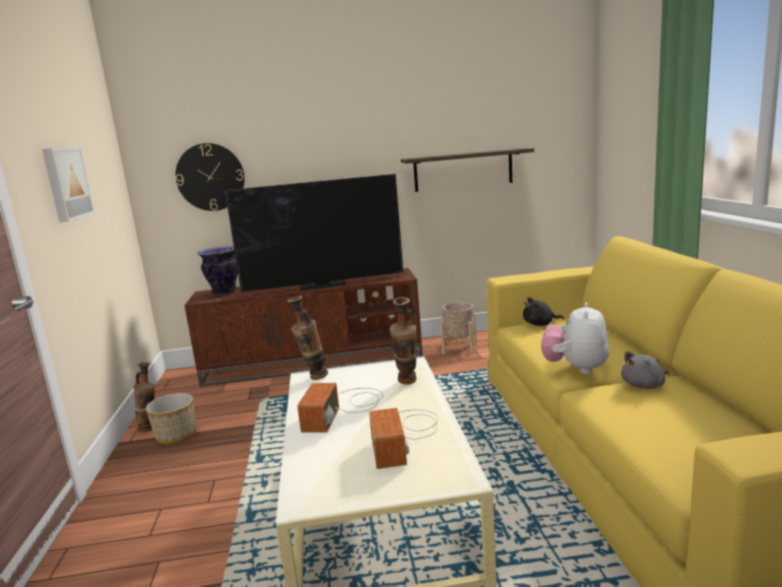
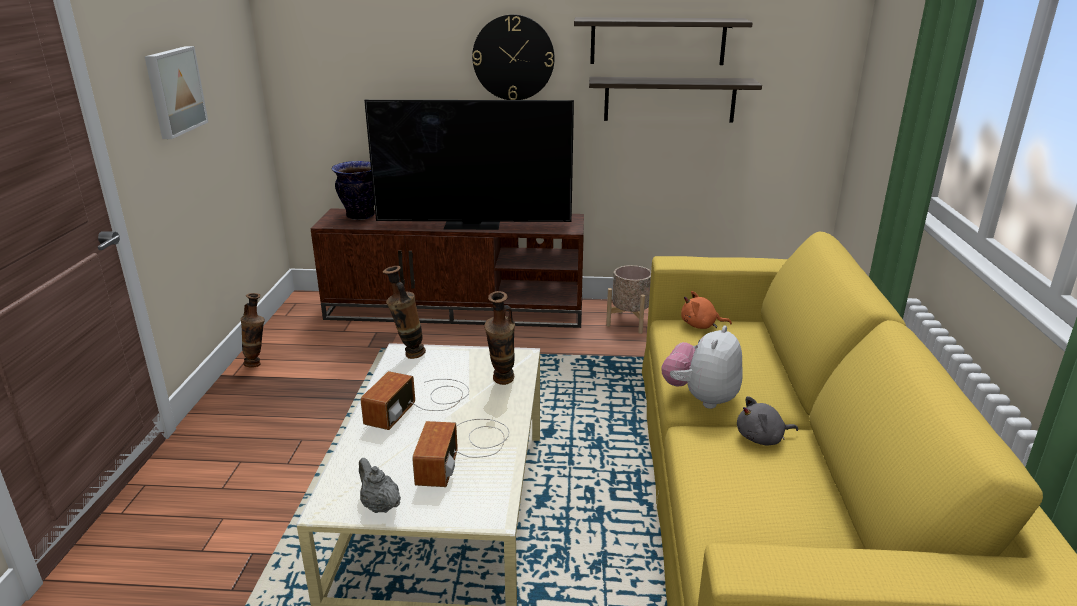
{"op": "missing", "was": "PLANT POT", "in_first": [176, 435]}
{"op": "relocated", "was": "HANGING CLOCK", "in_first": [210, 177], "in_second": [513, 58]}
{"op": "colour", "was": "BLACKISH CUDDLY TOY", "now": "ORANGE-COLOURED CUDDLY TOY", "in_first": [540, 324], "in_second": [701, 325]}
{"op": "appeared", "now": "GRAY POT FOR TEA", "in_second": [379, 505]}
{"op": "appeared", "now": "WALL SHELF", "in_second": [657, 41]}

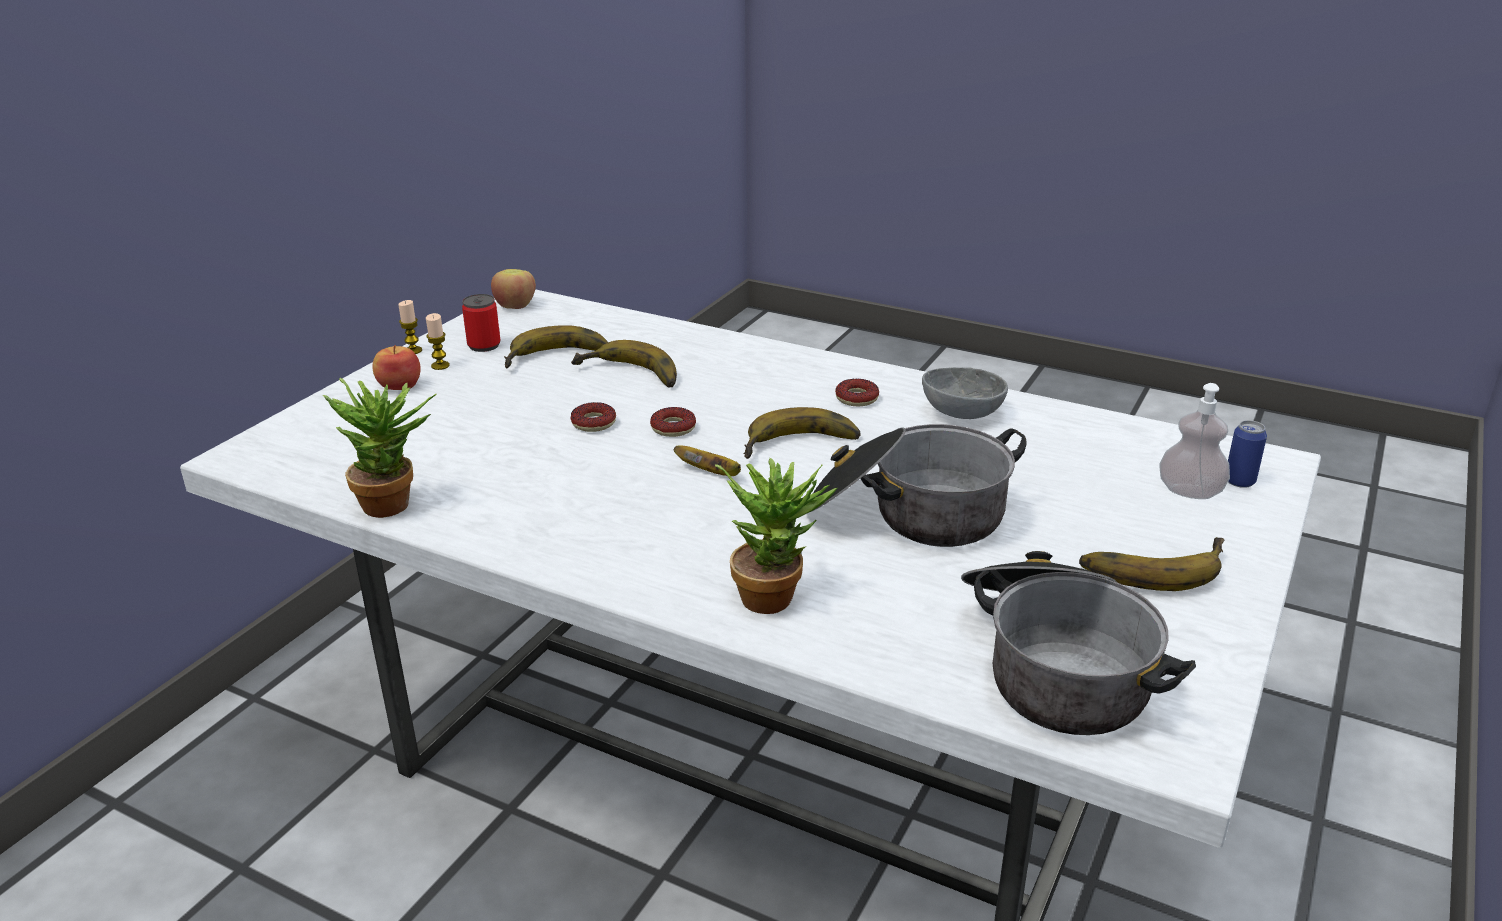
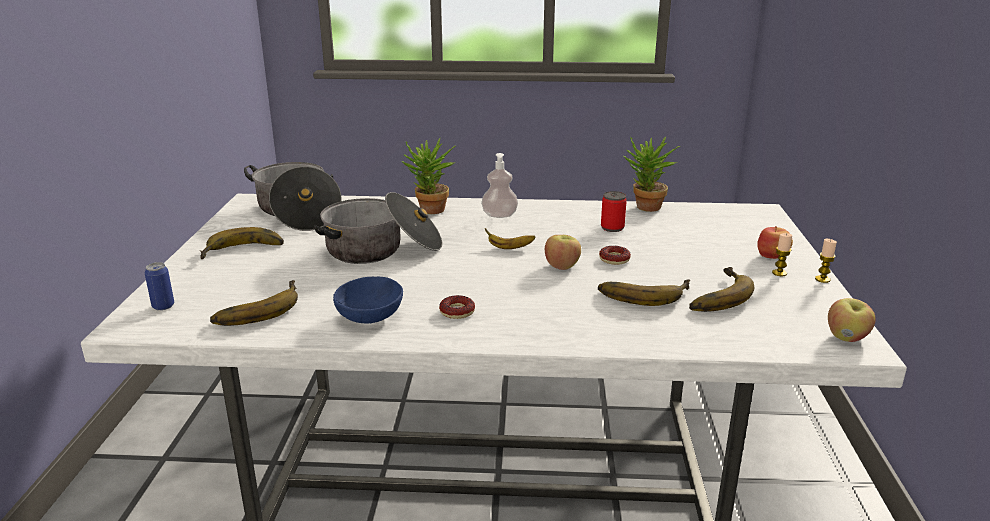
{"op": "relocated", "was": "CAN", "in_first": [484, 345], "in_second": [612, 228]}
{"op": "exchanged", "was": "RING DOUGHNUT", "now": "APPLE FRUIT", "in_first": [673, 428], "in_second": [562, 266]}
{"op": "relocated", "was": "BANANA", "in_first": [802, 447], "in_second": [256, 309]}
{"op": "colour", "was": "GRAY SERVING BOWL", "now": "BLUE SERVING BOWL", "in_first": [962, 411], "in_second": [370, 317]}
{"op": "relocated", "was": "SOAP BOTTLE", "in_first": [1190, 492], "in_second": [499, 215]}

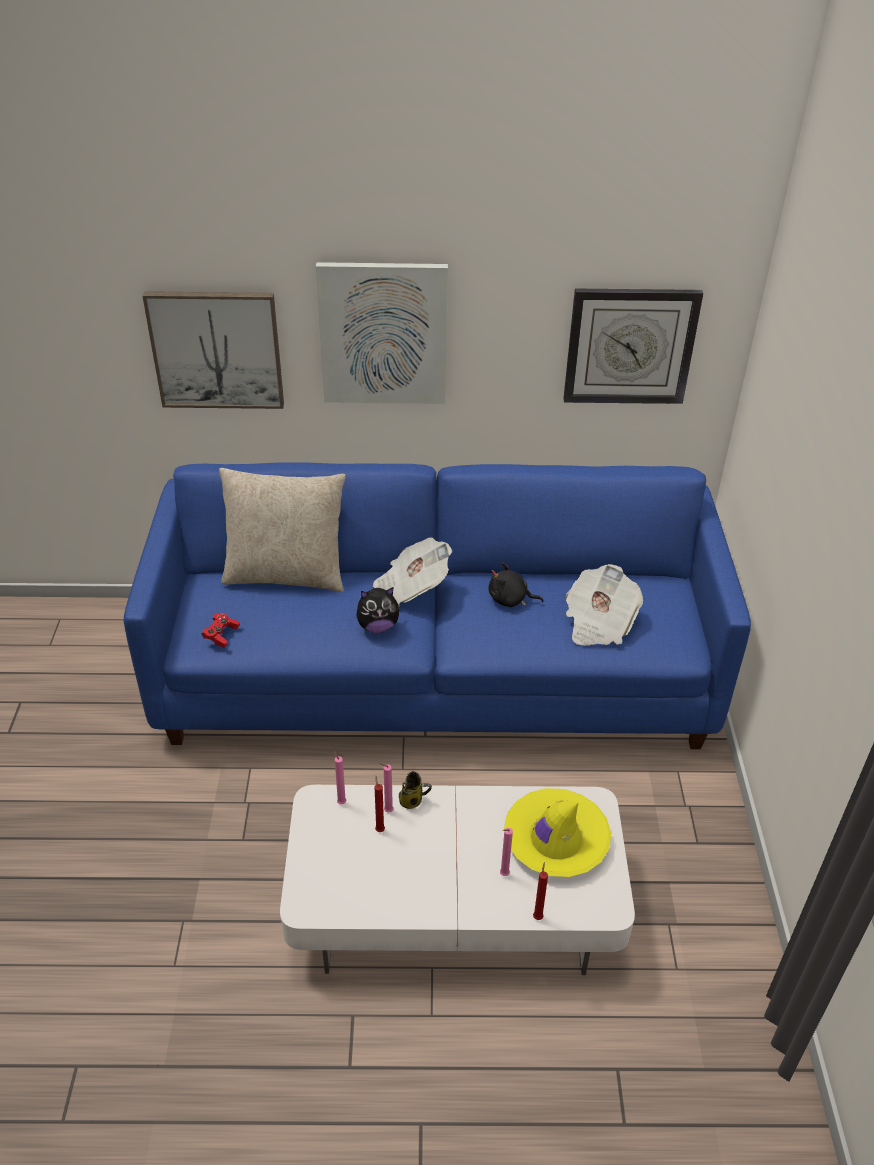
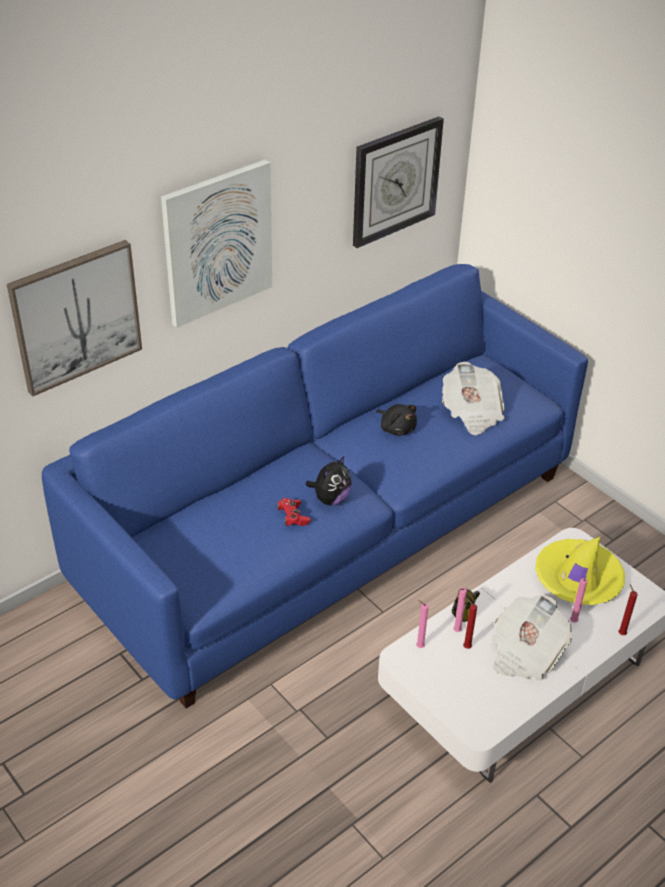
{"op": "relocated", "was": "RED GAME CONTROLLER", "in_first": [221, 634], "in_second": [293, 517]}
{"op": "missing", "was": "SAND-COLOURED PILLOW", "in_first": [286, 574]}
{"op": "relocated", "was": "PRINTED PAPER", "in_first": [412, 586], "in_second": [525, 652]}
{"op": "spun", "was": "BLACKISH CUDDLY TOY", "in_first": [510, 599], "in_second": [396, 428], "clockwise": -105}

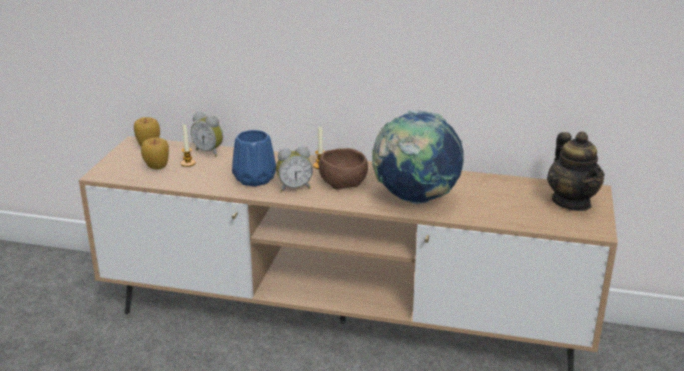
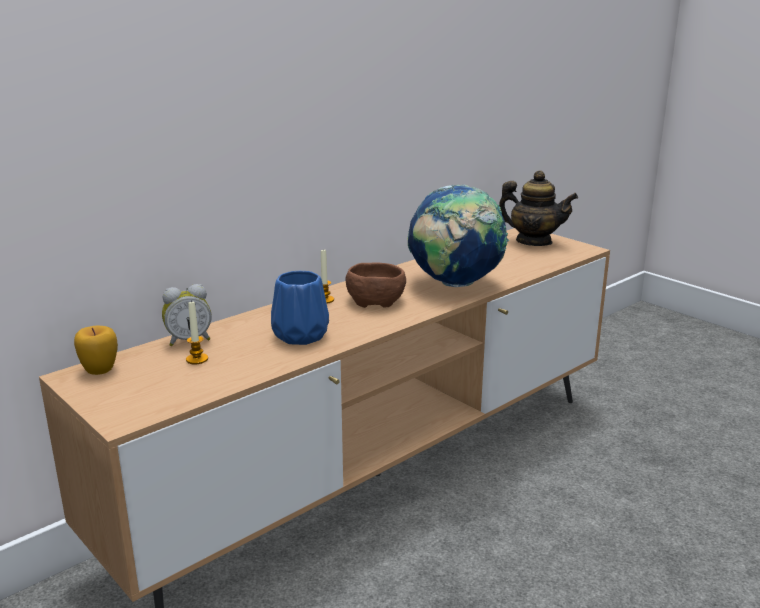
{"op": "missing", "was": "APPLE FRUIT", "in_first": [157, 167]}
{"op": "missing", "was": "BEDSIDE CLOCK", "in_first": [294, 187]}

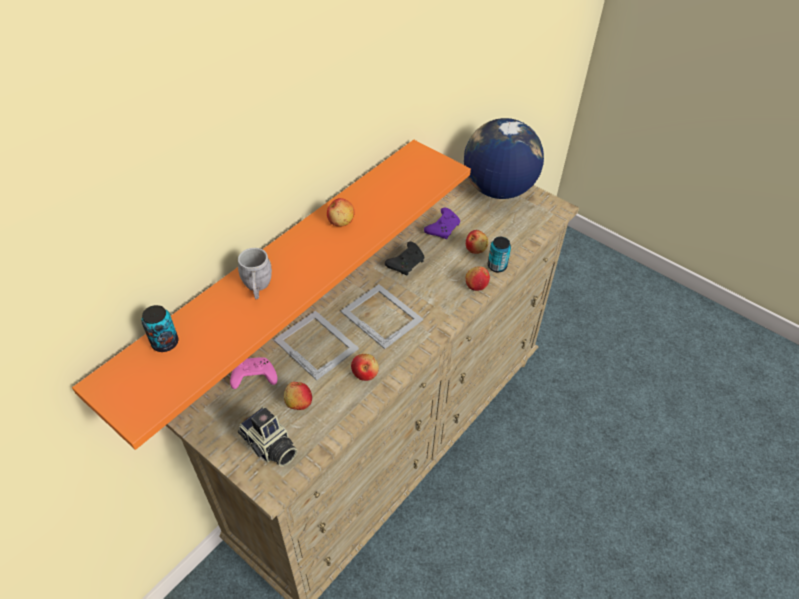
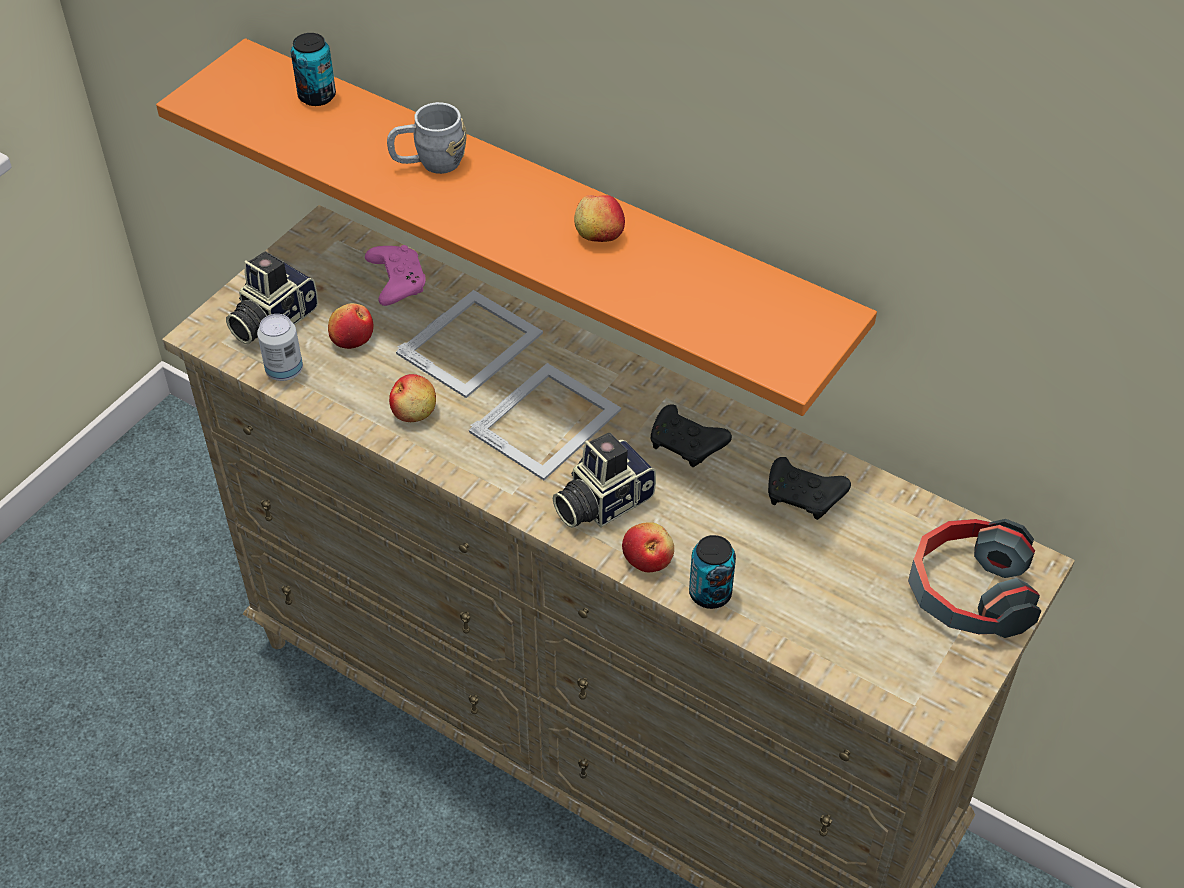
{"op": "colour", "was": "PURPLISH GAME CONTROLLER", "now": "BLACKISH GAME CONTROLLER", "in_first": [443, 228], "in_second": [805, 497]}
{"op": "exchanged", "was": "GLOBE", "now": "HEADSET", "in_first": [498, 189], "in_second": [968, 592]}
{"op": "missing", "was": "APPLE FRUIT", "in_first": [475, 249]}
{"op": "appeared", "now": "CAN", "in_second": [284, 371]}
{"op": "appeared", "now": "PHOTO CAMERA", "in_second": [601, 502]}

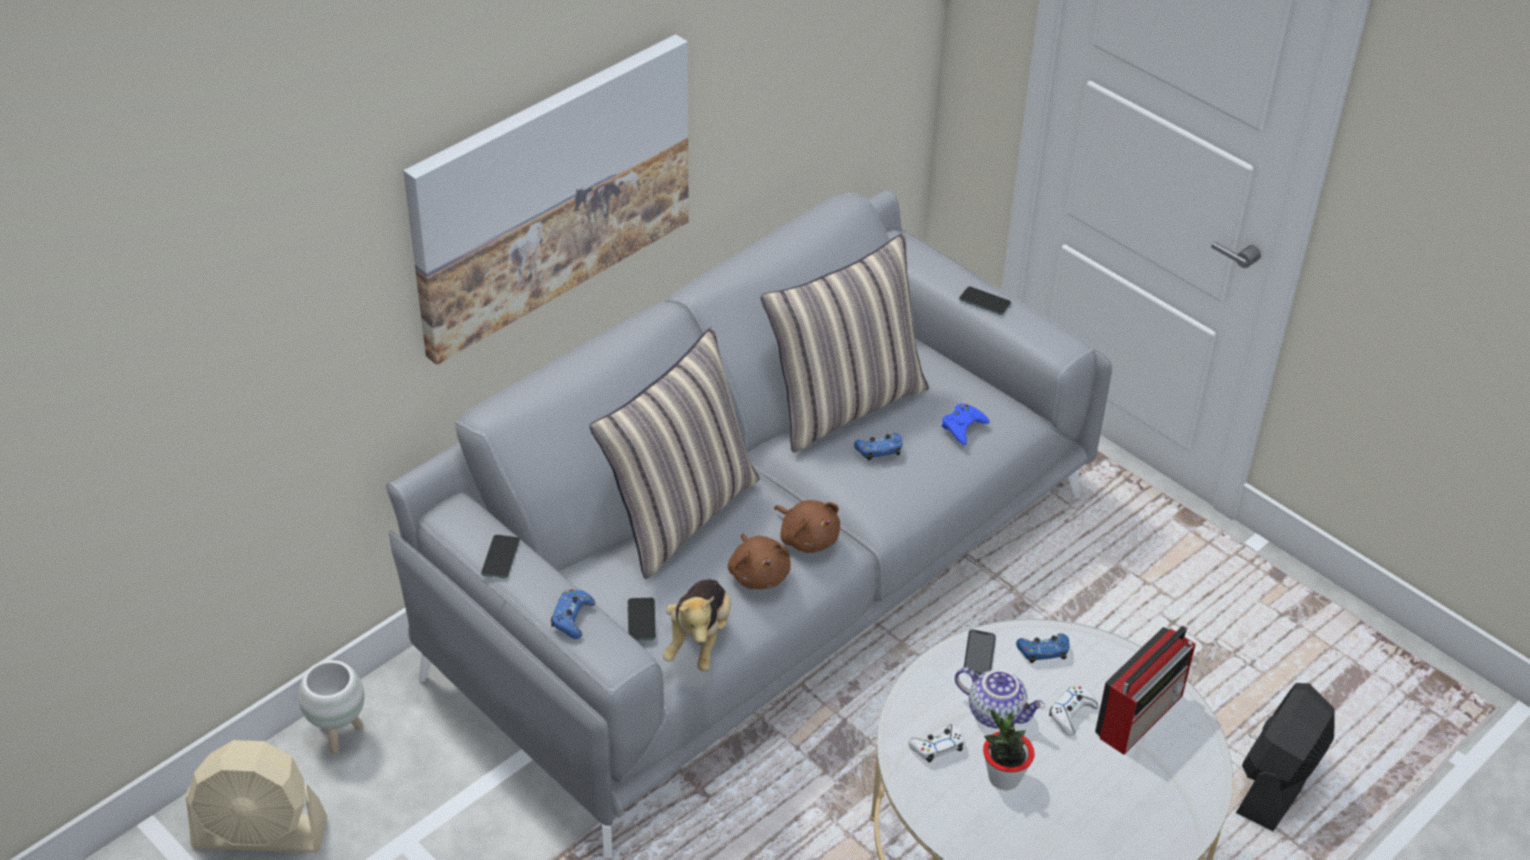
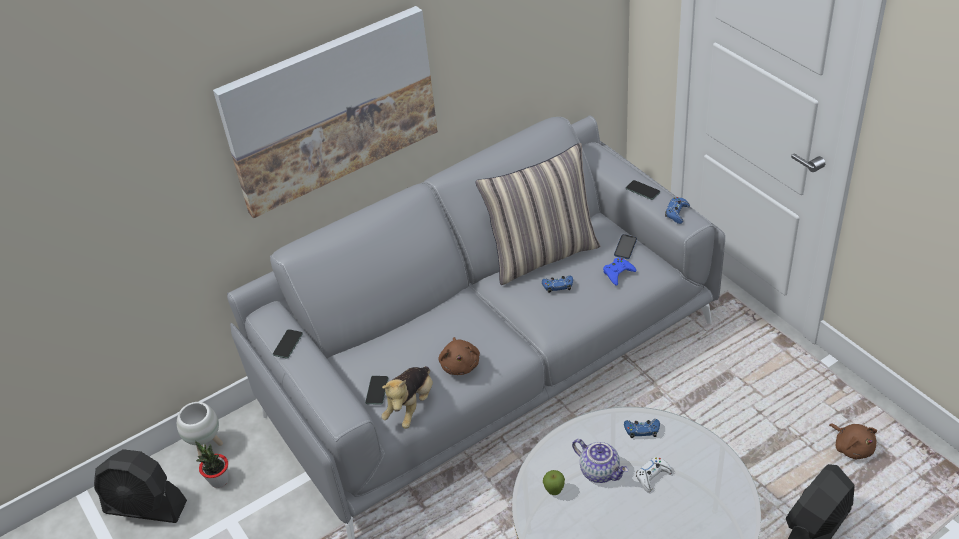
{"op": "colour", "was": "SAND-COLOURED FAN", "now": "BLACKISH FAN", "in_first": [260, 833], "in_second": [145, 507]}
{"op": "relocated", "was": "BLUE GAME CONTROLLER", "in_first": [572, 618], "in_second": [677, 213]}
{"op": "missing", "was": "PILLOW", "in_first": [680, 513]}
{"op": "relocated", "was": "BROWN CUDDLY TOY", "in_first": [807, 538], "in_second": [852, 447]}
{"op": "exchanged", "was": "WHITE-COLOURED GAME CONTROLLER", "now": "APPLE FRUIT", "in_first": [937, 747], "in_second": [554, 492]}
{"op": "relocated", "was": "HANDSET", "in_first": [979, 654], "in_second": [625, 247]}
{"op": "relocated", "was": "HOUSEPLANT", "in_first": [1004, 777], "in_second": [219, 480]}
{"op": "missing", "was": "RADIO RECEIVER", "in_first": [1141, 714]}

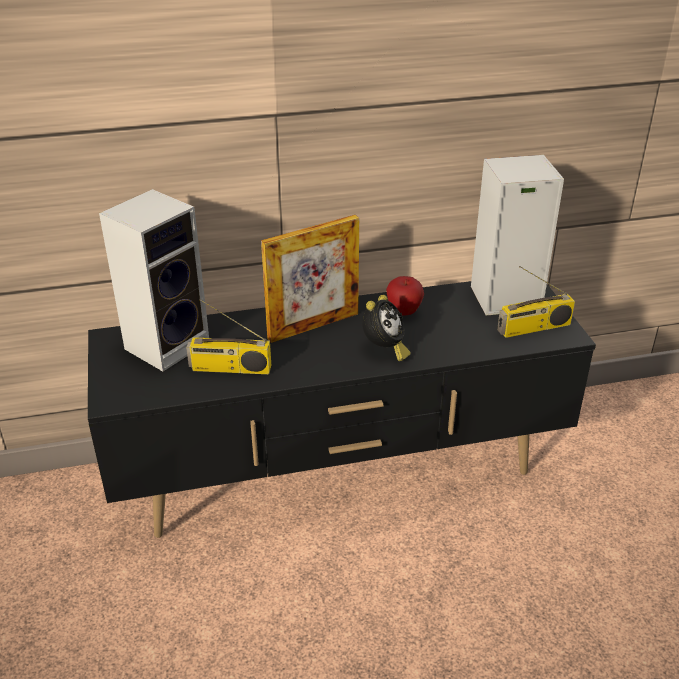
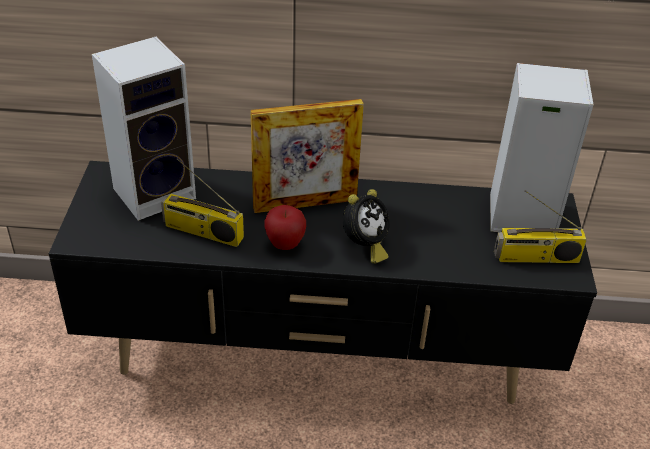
{"op": "relocated", "was": "APPLE FRUIT", "in_first": [404, 312], "in_second": [285, 244]}

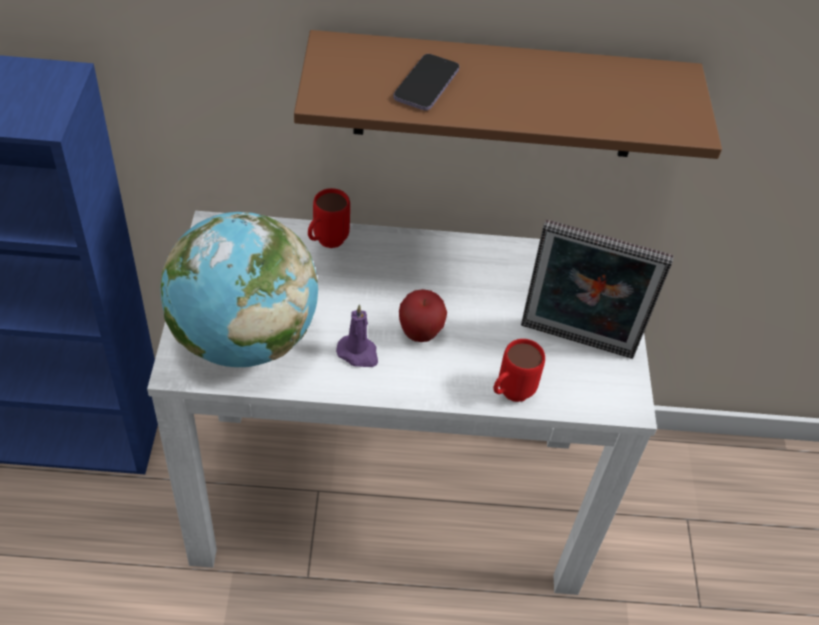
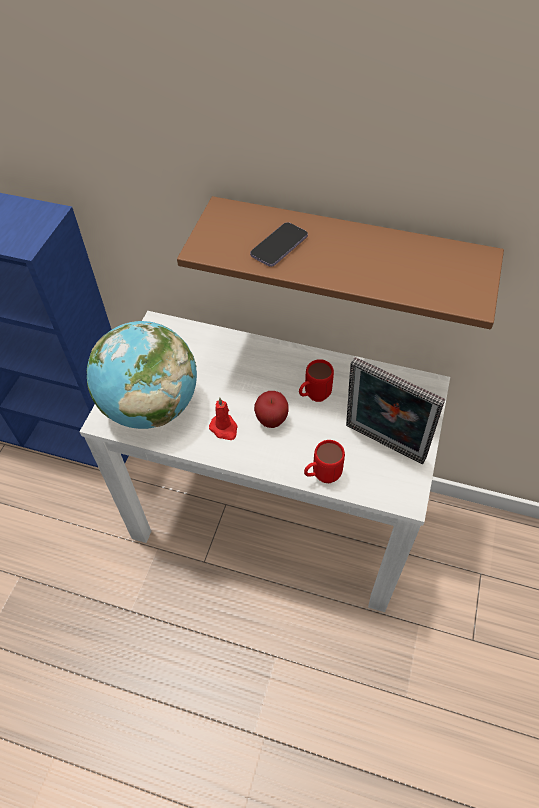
{"op": "relocated", "was": "RED COFFEE MUG", "in_first": [326, 243], "in_second": [313, 397]}
{"op": "colour", "was": "PURPLISH WAX CANDLE", "now": "RED WAX CANDLE", "in_first": [358, 353], "in_second": [224, 428]}

